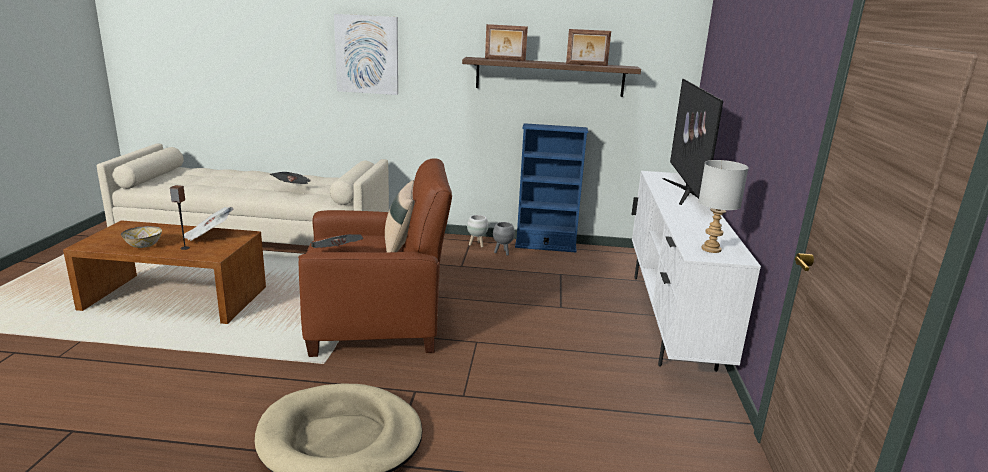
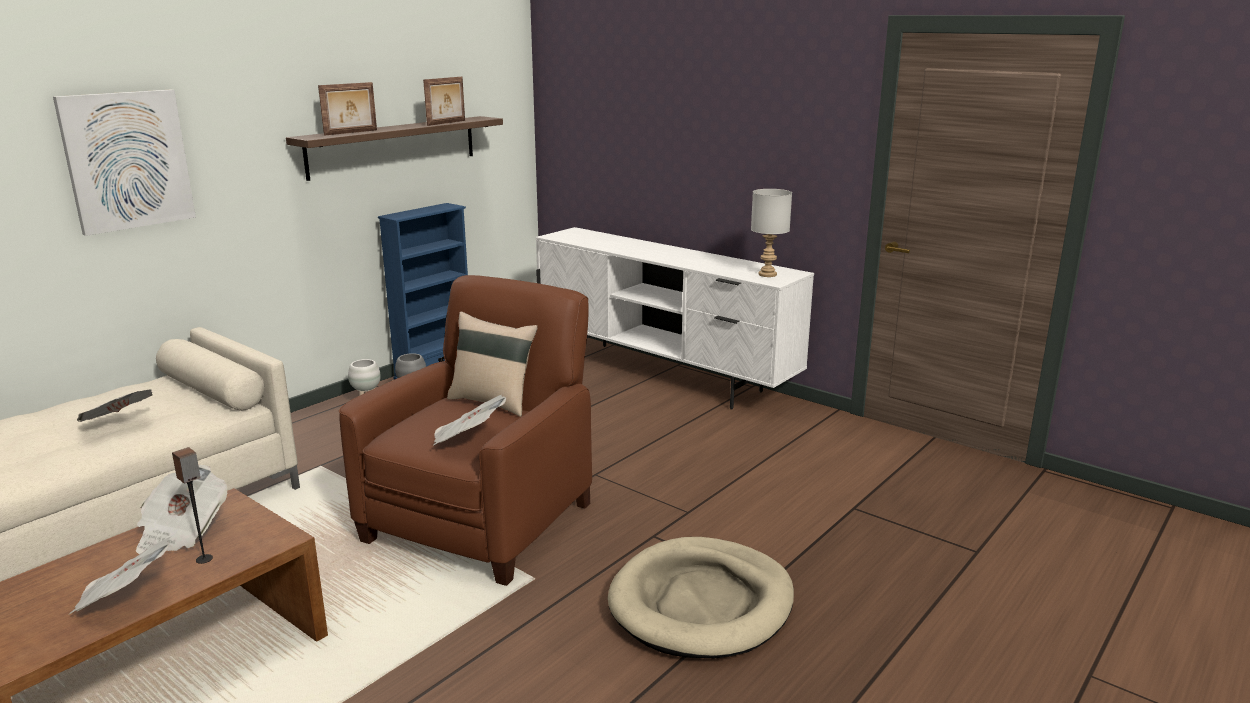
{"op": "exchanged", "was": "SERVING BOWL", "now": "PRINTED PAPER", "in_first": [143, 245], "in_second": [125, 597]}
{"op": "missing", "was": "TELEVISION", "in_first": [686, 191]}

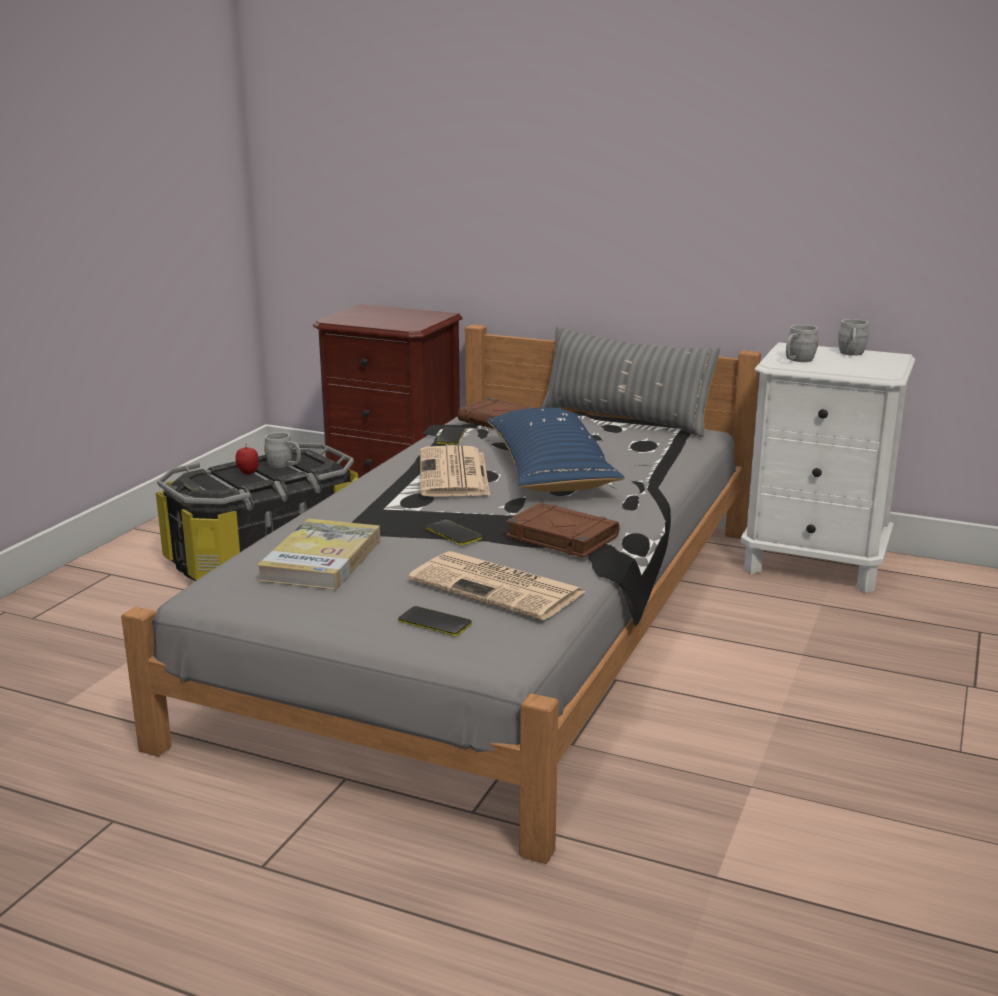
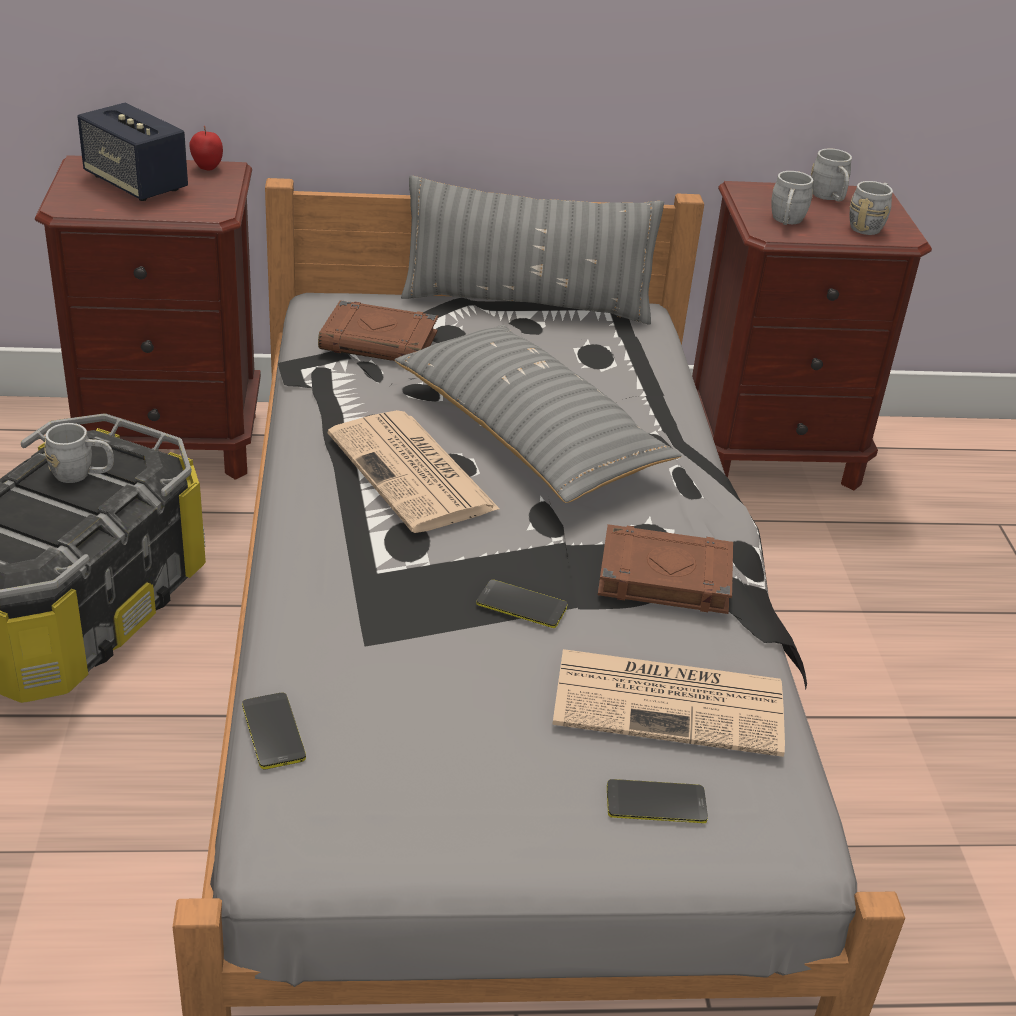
{"op": "relocated", "was": "APPLE FRUIT", "in_first": [248, 473], "in_second": [207, 168]}
{"op": "missing", "was": "BOOK", "in_first": [321, 560]}
{"op": "relocated", "was": "HANDSET", "in_first": [451, 437], "in_second": [273, 731]}
{"op": "colour", "was": "BLUE PILLOW", "now": "GRAY PILLOW", "in_first": [550, 470], "in_second": [529, 435]}
{"op": "colour", "was": "WHITE-COLOURED BEDSIDE TABLE", "now": "BROWN BEDSIDE TABLE", "in_first": [815, 564], "in_second": [773, 455]}
{"op": "appeared", "now": "SPEAKER", "in_second": [136, 183]}
{"op": "appeared", "now": "GRAY COFFEE MUG", "in_second": [869, 225]}

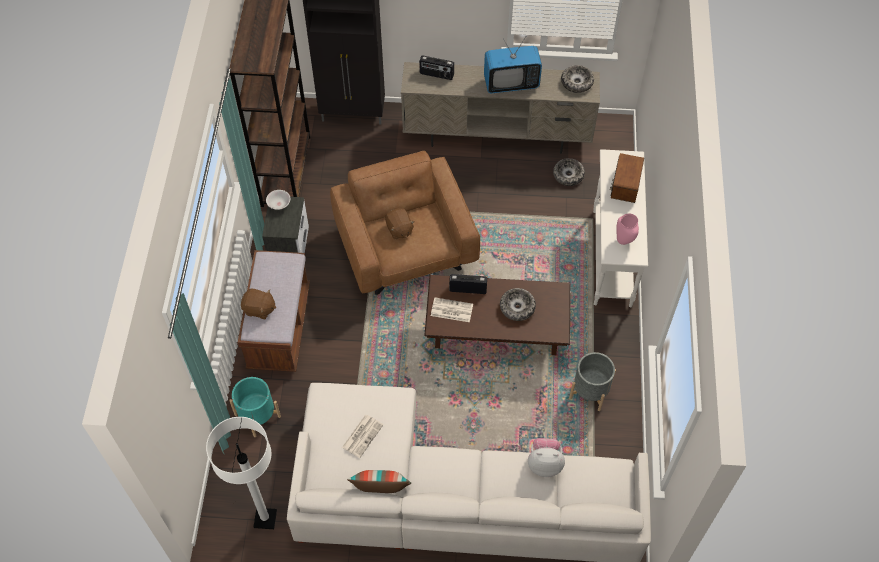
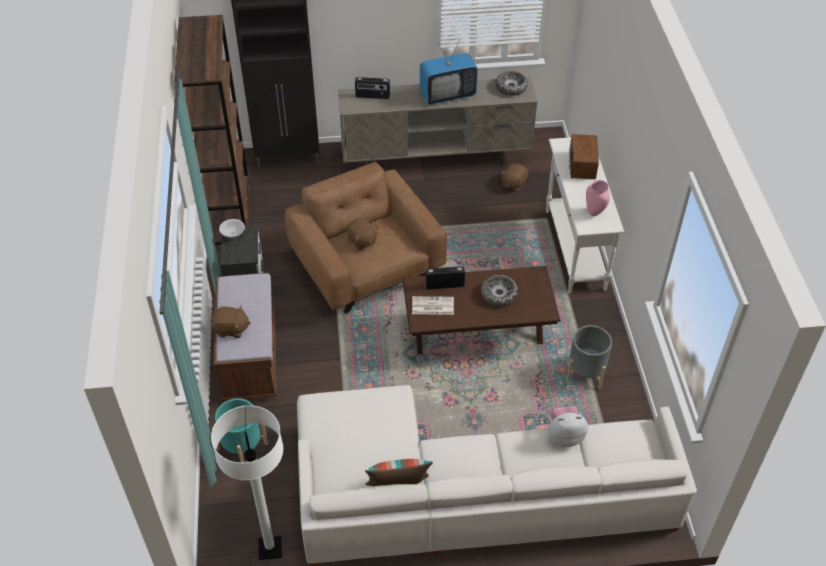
{"op": "missing", "was": "PRINTED PAPER", "in_first": [362, 435]}
{"op": "exchanged", "was": "SERVING BOWL", "now": "BROWN CUDDLY TOY", "in_first": [568, 175], "in_second": [513, 184]}

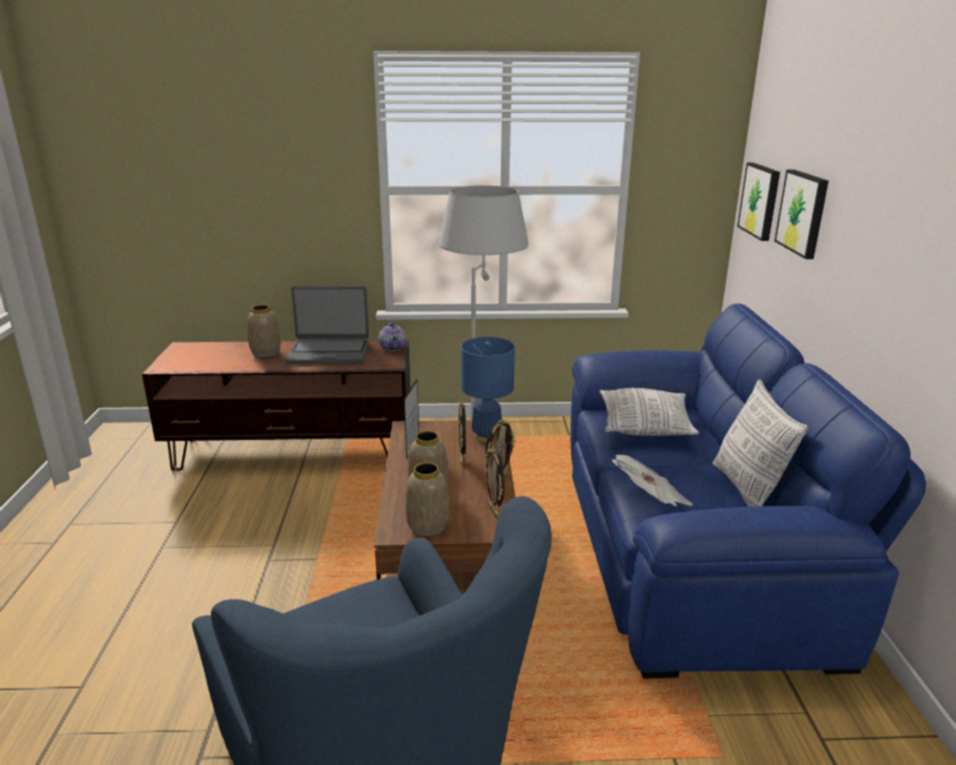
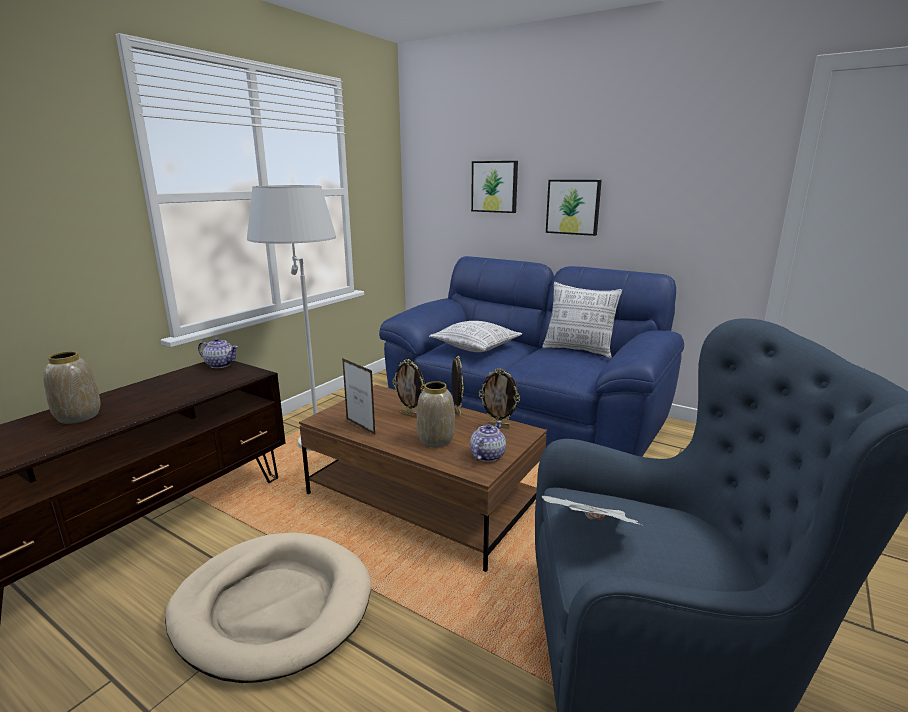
{"op": "missing", "was": "NOTEBOOK COMPUTER", "in_first": [329, 352]}
{"op": "exchanged", "was": "VASE", "now": "POT FOR TEA", "in_first": [427, 526], "in_second": [487, 456]}
{"op": "missing", "was": "BLUE TABLETOP LAMP", "in_first": [486, 436]}
{"op": "relocated", "was": "PRINTED PAPER", "in_first": [650, 500], "in_second": [591, 532]}
{"op": "relocated", "was": "WALL PICTURE", "in_first": [761, 200], "in_second": [573, 207]}
{"op": "appeared", "now": "SAND-COLOURED PET BED", "in_second": [273, 607]}

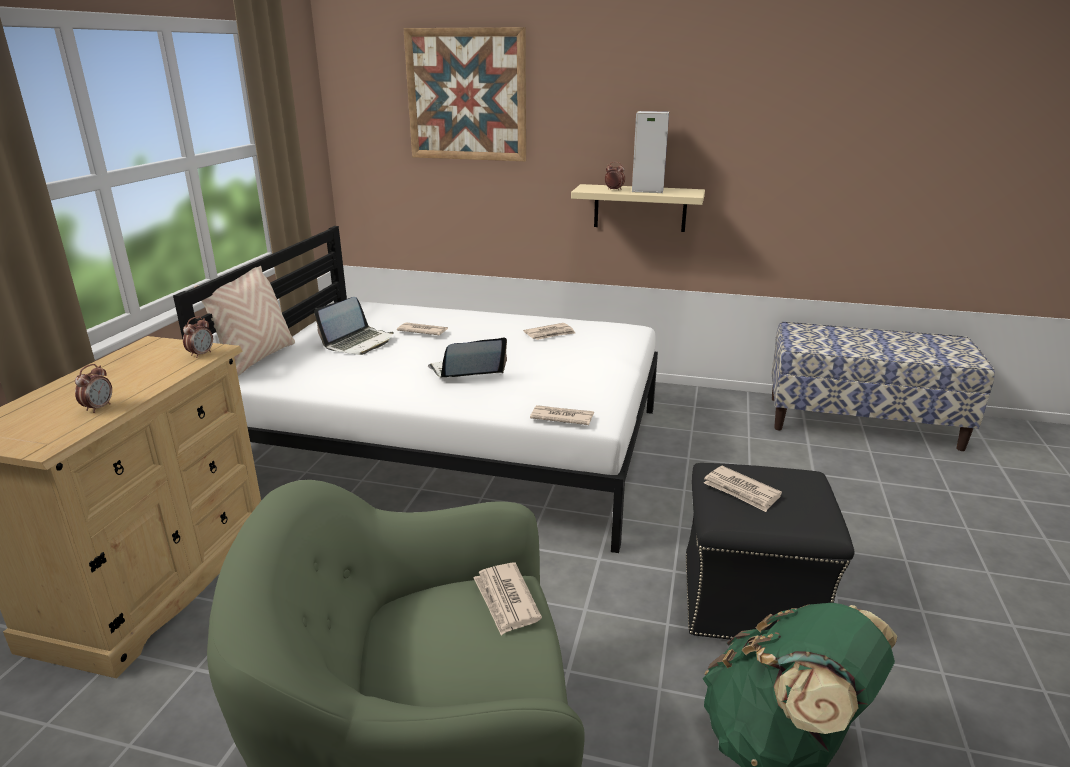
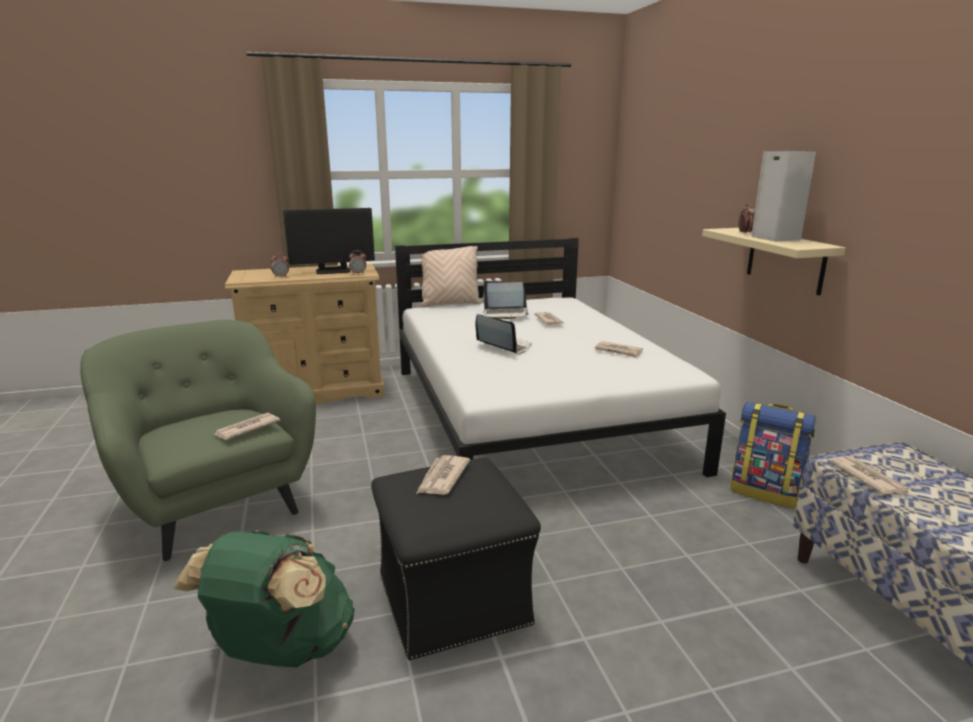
{"op": "missing", "was": "WALL PICTURE", "in_first": [466, 95]}
{"op": "relocated", "was": "PRINTED PAPER", "in_first": [561, 417], "in_second": [866, 477]}
{"op": "appeared", "now": "MONITOR", "in_second": [333, 271]}
{"op": "appeared", "now": "KNAPSACK", "in_second": [765, 491]}

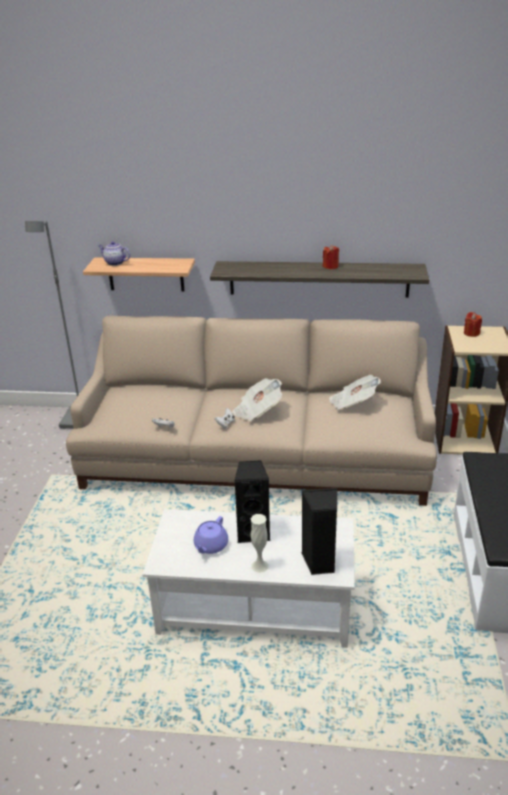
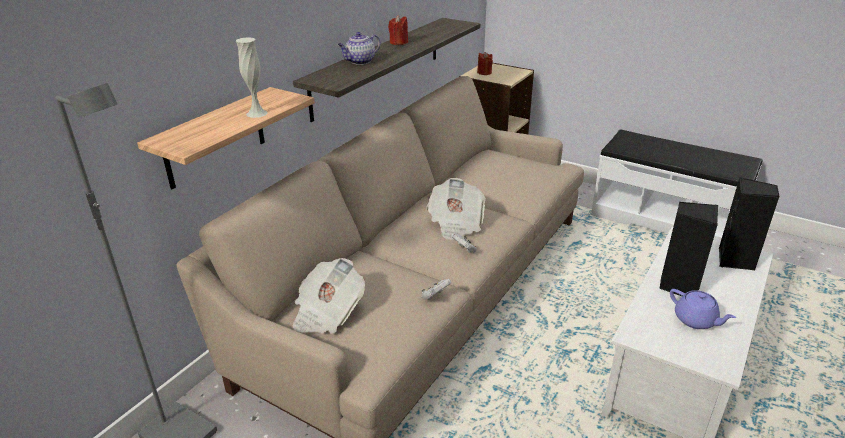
{"op": "relocated", "was": "POT FOR TEA", "in_first": [115, 263], "in_second": [360, 62]}
{"op": "relocated", "was": "WHITE-COLOURED VASE", "in_first": [260, 566], "in_second": [257, 113]}
{"op": "relocated", "was": "PRINTED PAPER", "in_first": [353, 403], "in_second": [327, 313]}

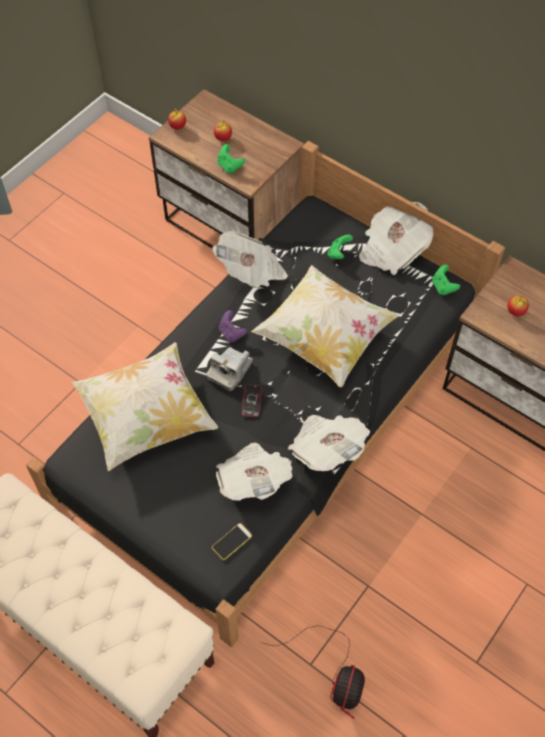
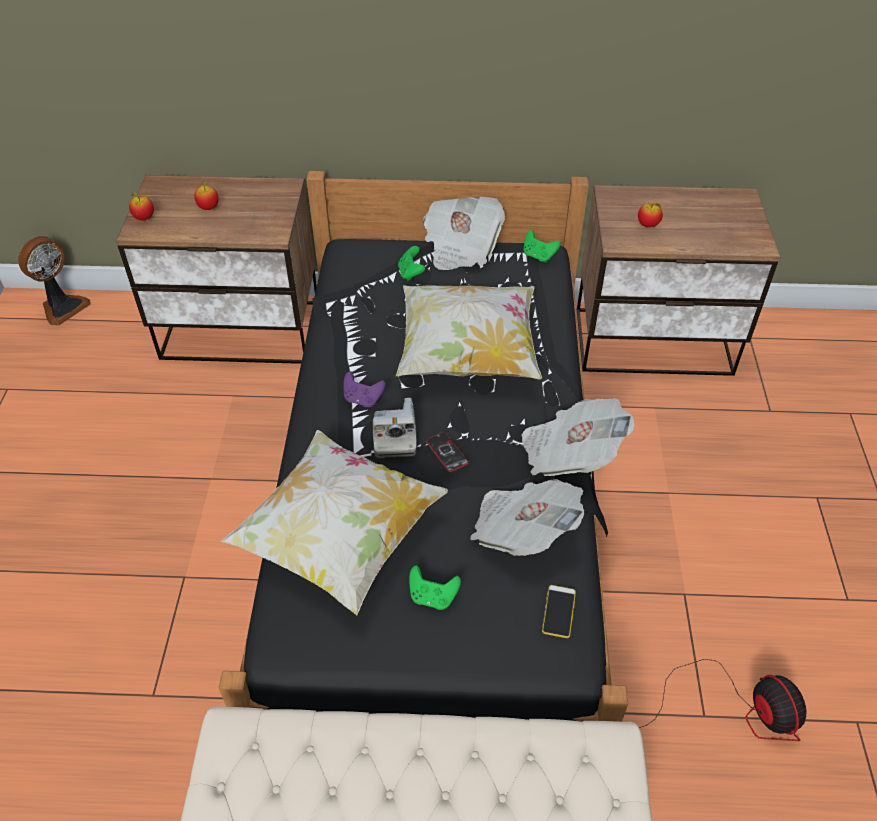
{"op": "missing", "was": "PRINTED PAPER", "in_first": [251, 272]}
{"op": "relocated", "was": "GREENISH GAME CONTROLLER", "in_first": [229, 166], "in_second": [432, 597]}
{"op": "appeared", "now": "FAN", "in_second": [62, 307]}

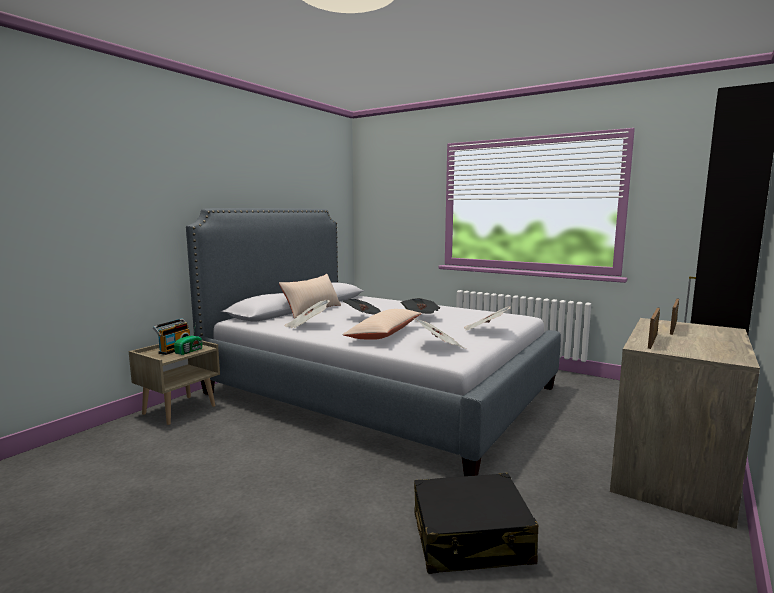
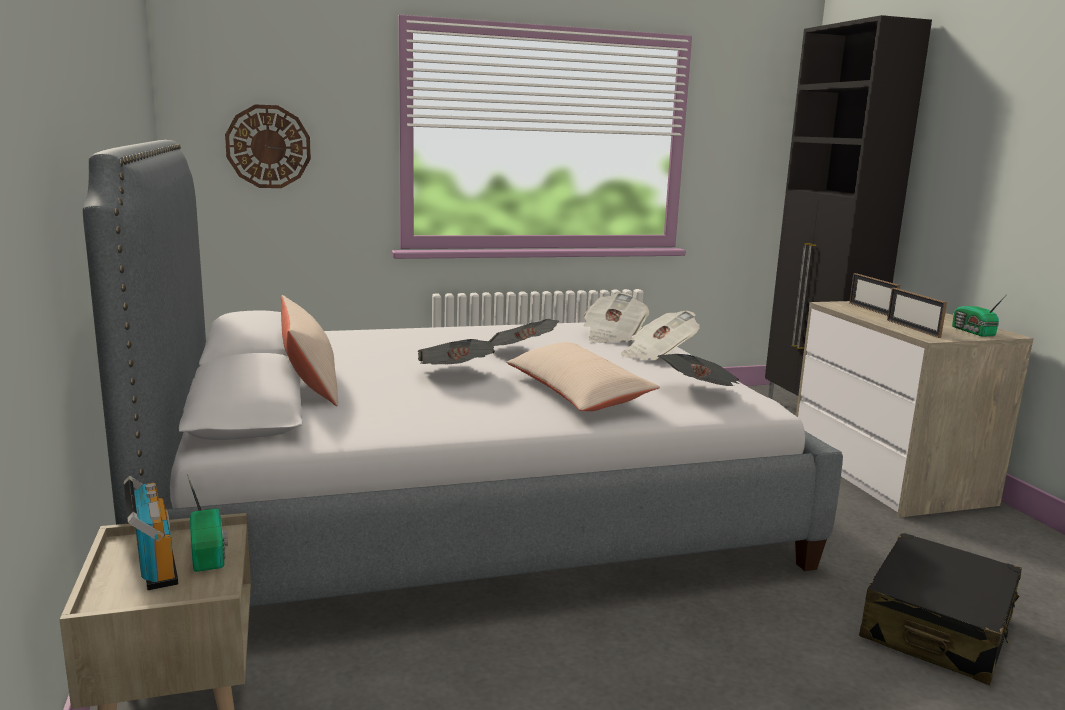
{"op": "relocated", "was": "PRINTED PAPER", "in_first": [307, 326], "in_second": [612, 336]}
{"op": "appeared", "now": "HANGING CLOCK", "in_second": [268, 146]}
{"op": "appeared", "now": "RADIO RECEIVER", "in_second": [973, 332]}

